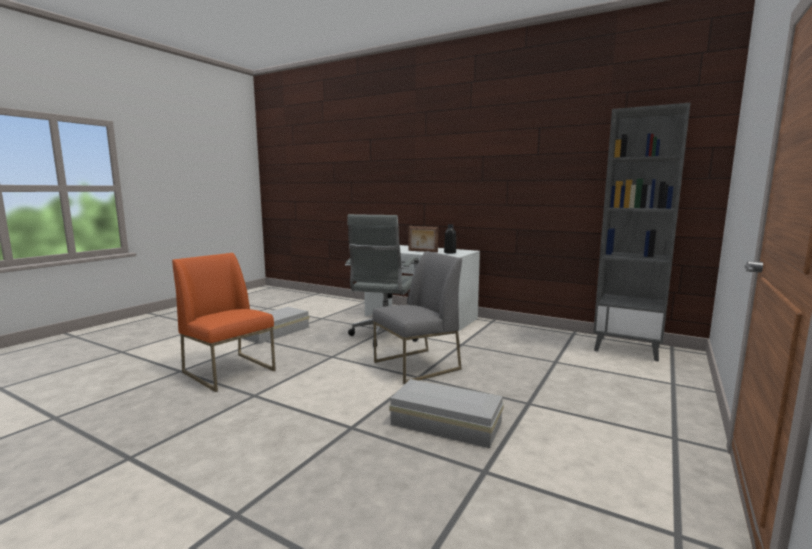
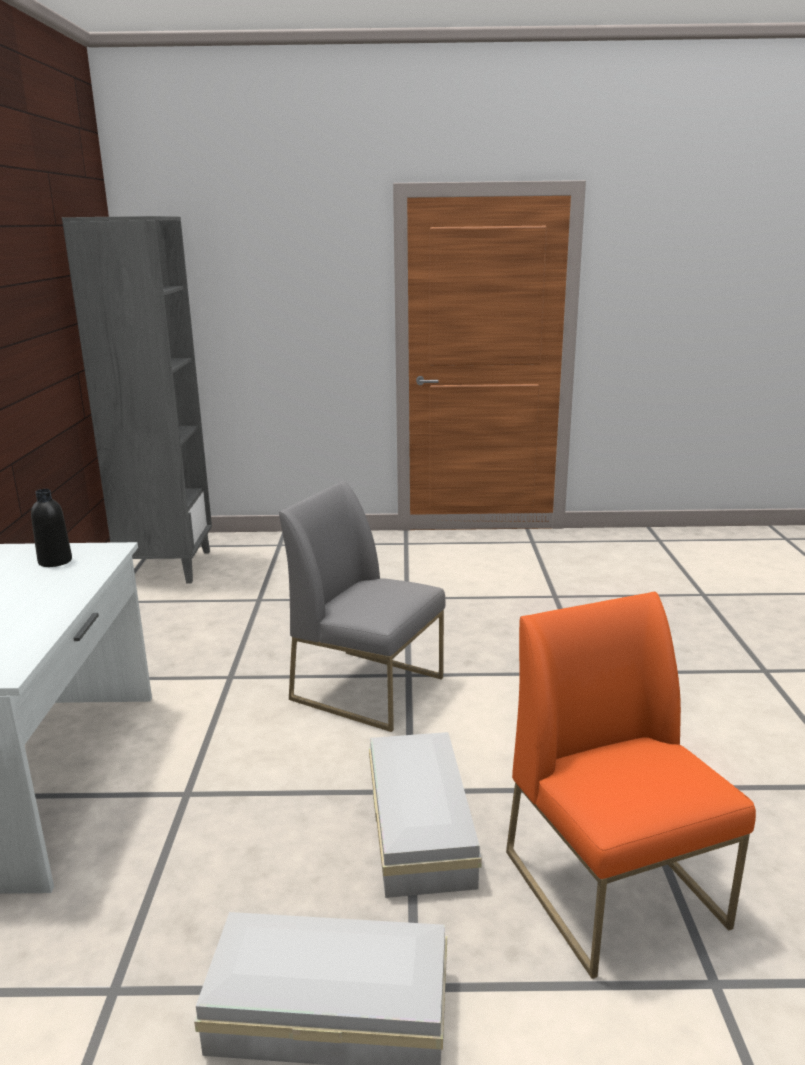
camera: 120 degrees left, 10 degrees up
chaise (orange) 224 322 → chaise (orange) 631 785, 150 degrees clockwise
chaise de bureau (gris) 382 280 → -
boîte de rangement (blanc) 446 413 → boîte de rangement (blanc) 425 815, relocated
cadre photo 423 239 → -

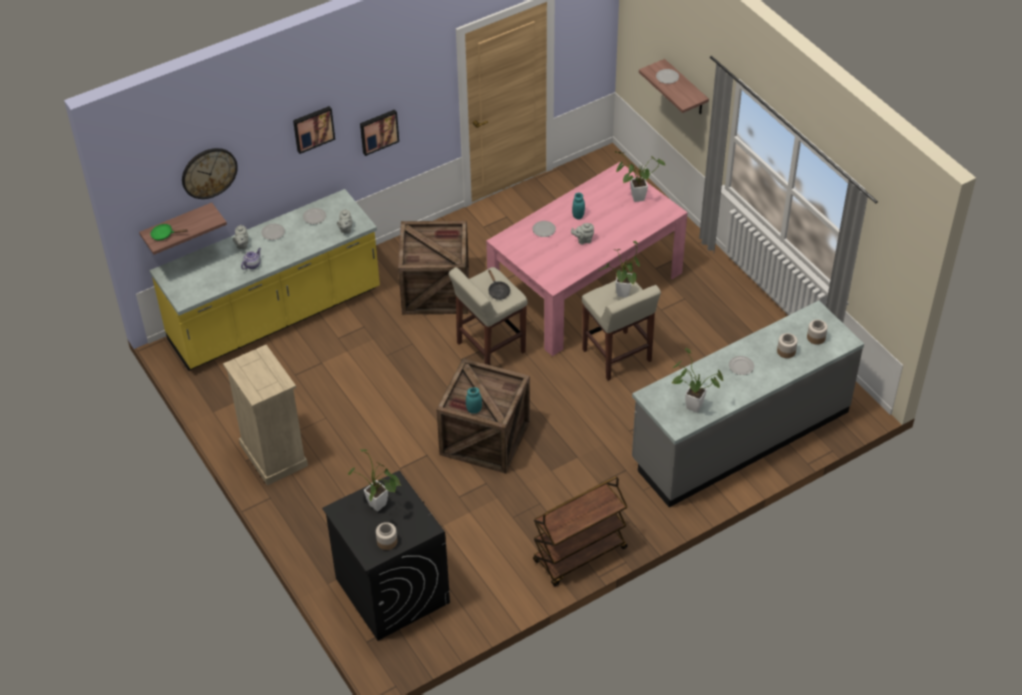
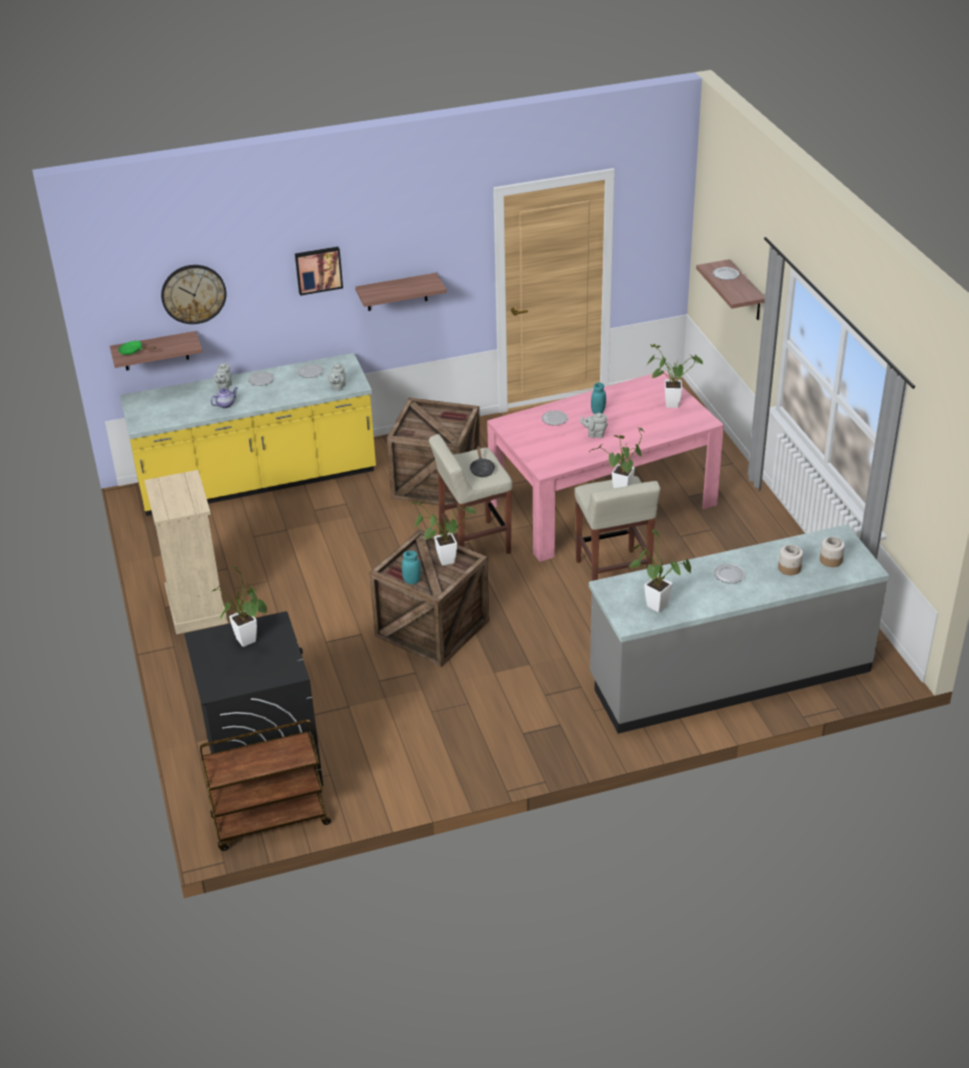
camera: 15 degrees right, 10 degrees down
tableau 379 132 → étagère 401 292
bocal 386 536 → -
chariot (marron) 580 531 → chariot (marron) 265 785, relocated
- → plante en pot 444 534

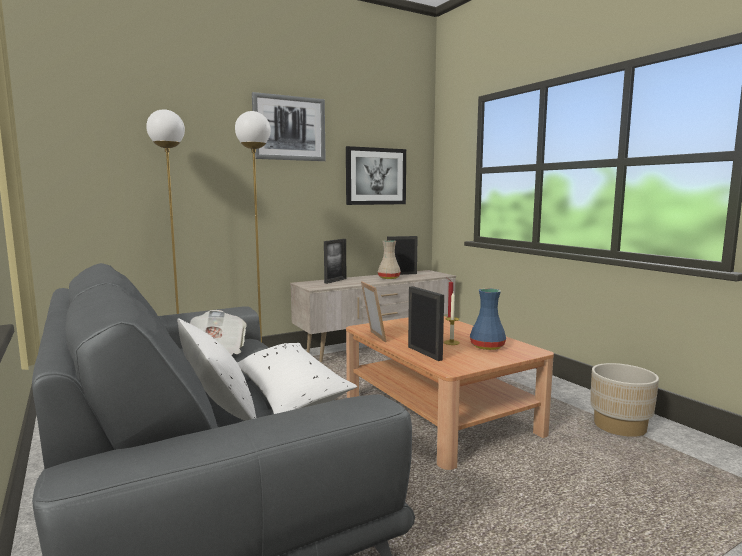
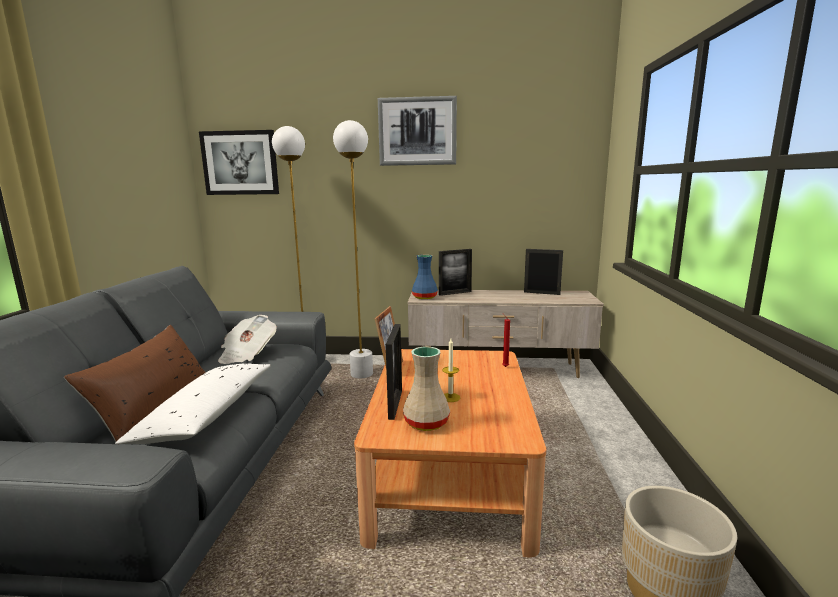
camera: 35 degrees right, 5 degrees up
coussin (blanc) 216 369 → coussin (marron) 135 383
tableau 376 175 → tableau 239 162, relocated
vase (beige) 389 259 → vase (beige) 426 388, relocated
vase (bleu) 488 319 → vase (bleu) 425 277, relocated

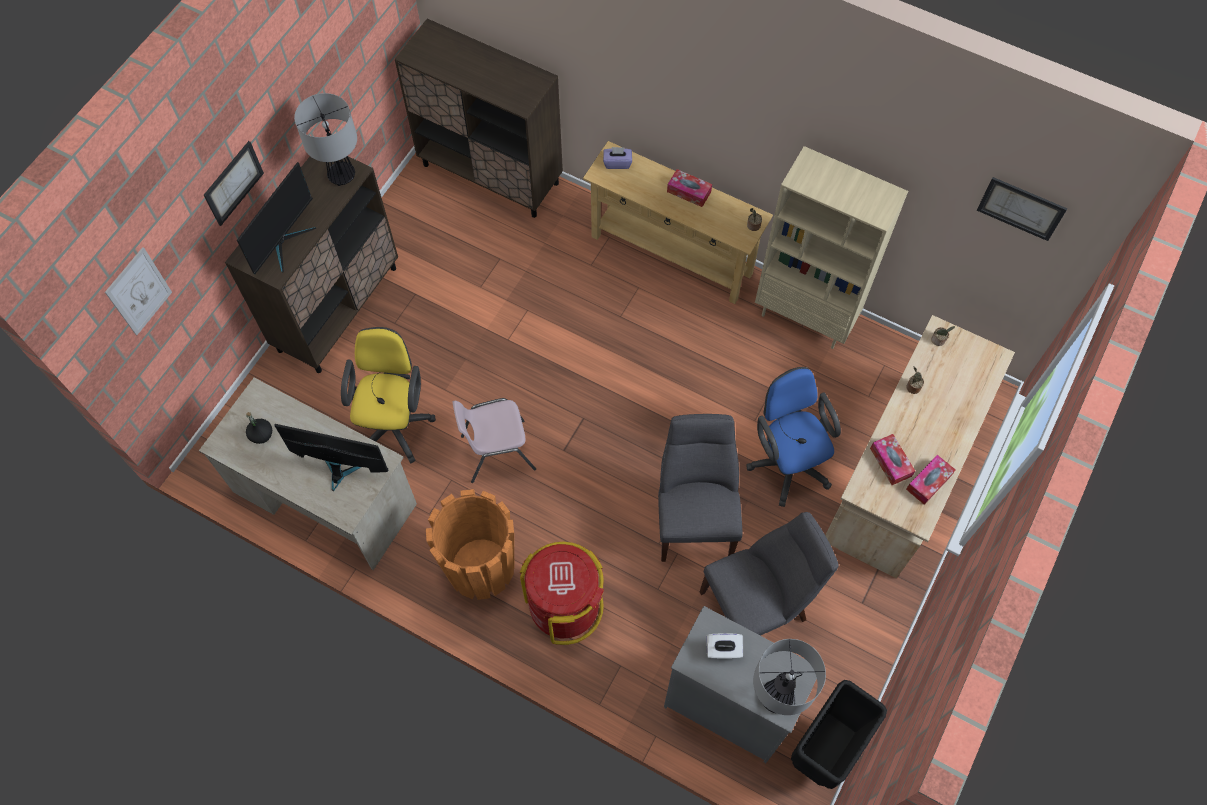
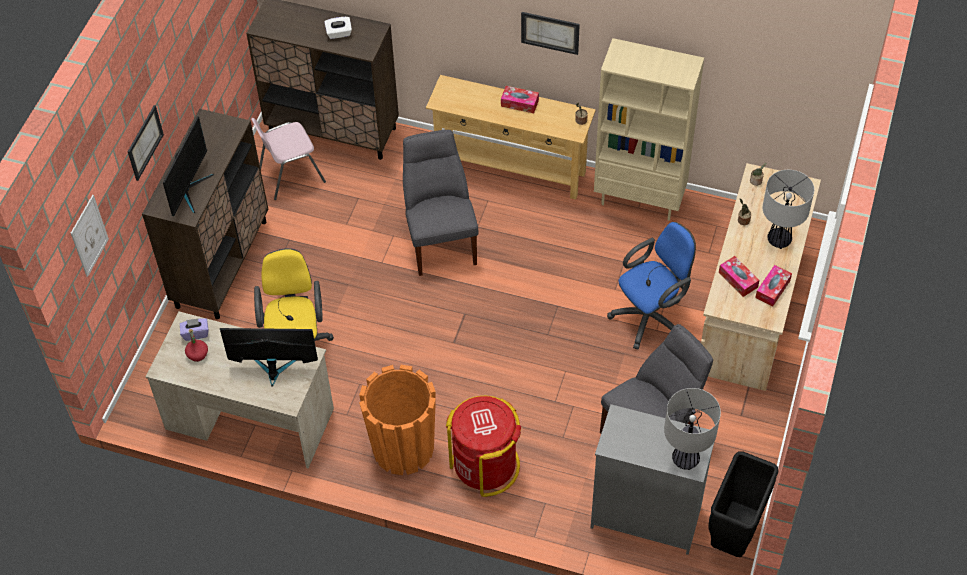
camera: 10 degrees left, 10 degrees down
bouteille (noir) 259 428 → bouteille (rouge) 196 345
lampe de table 325 139 → lampe de table 788 209, relocated
chaise (rose) 494 440 → chaise (rose) 288 159, relocated
boîte à mouchoirs (violet) 617 158 → boîte à mouchoirs (violet) 194 329, relocated
chaise (gris) 700 488 → chaise (gris) 441 203, relocated
boîte à mouchoirs (blanc) 724 646 → boîte à mouchoirs (blanc) 338 28, relocated
chaise de bureau (bleu) 793 437 → chaise de bureau (bleu) 651 286, 90 degrees clockwise
tableau 1022 209 → tableau 550 33, relocated

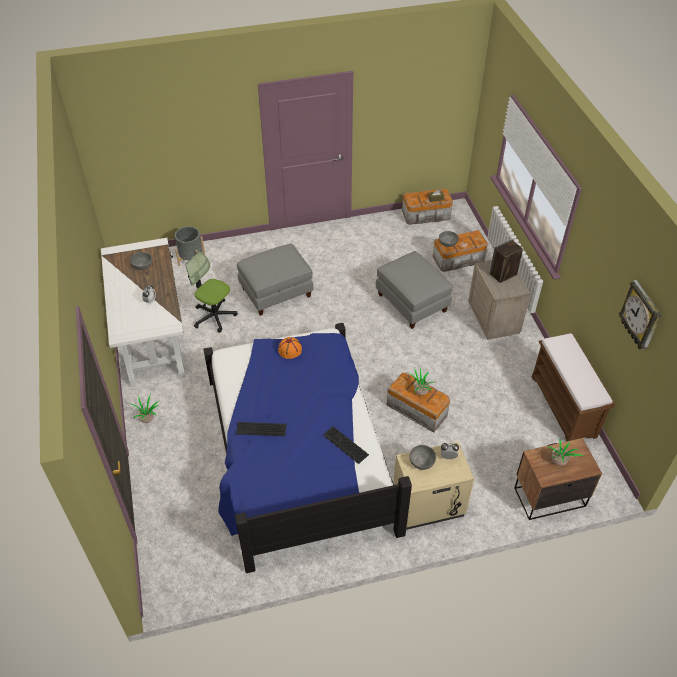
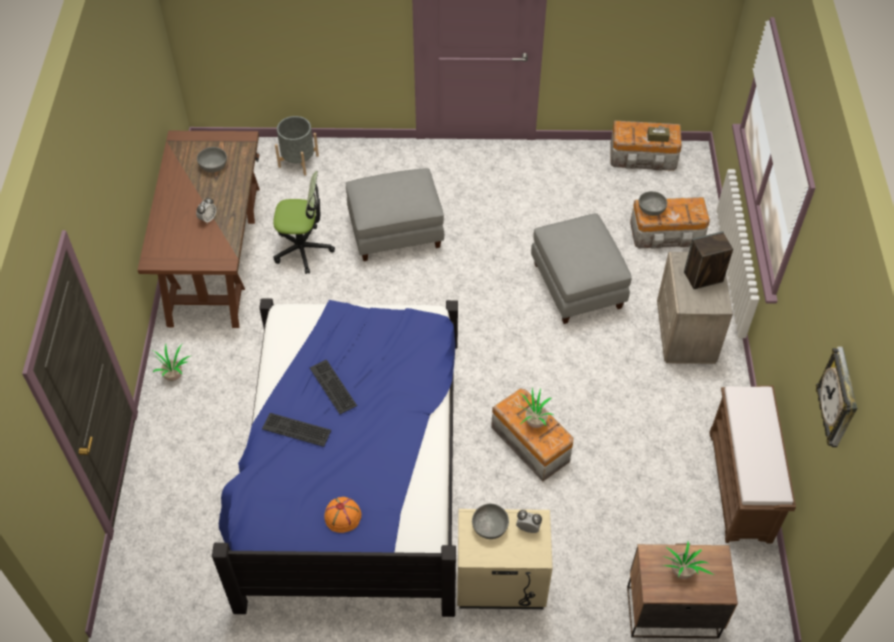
camera: 15 degrees right, 5 degrees up
bureau (blanc) 143 313 → bureau (marron) 199 229
chaise de bureau 212 292 → chaise de bureau 304 222, 135 degrees clockwise
chapeau (orange) 290 348 → chapeau (orange) 343 515, relocated
clavier 346 445 → clavier 333 386, relocated

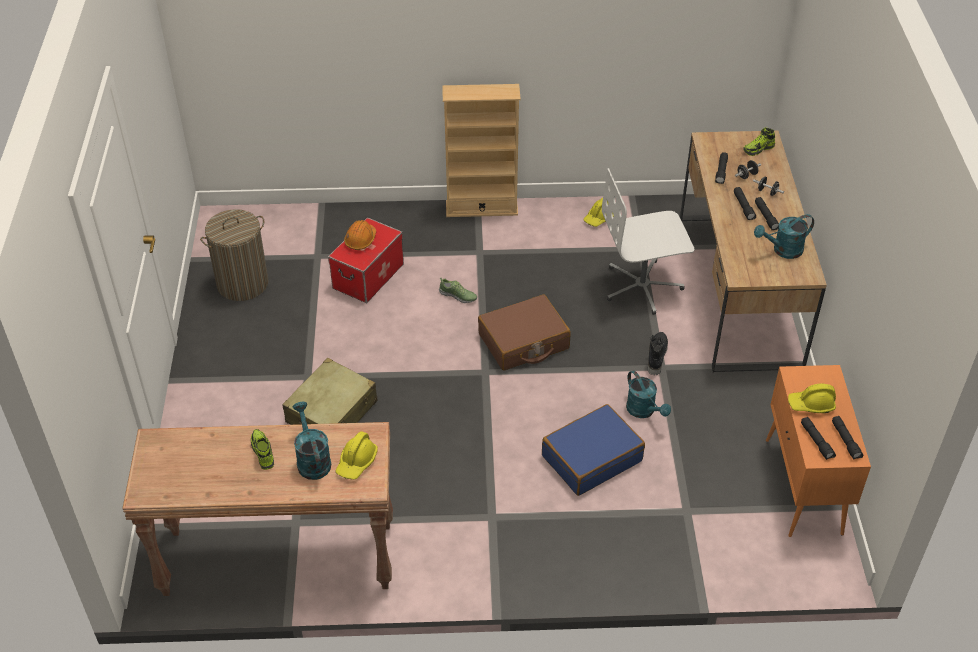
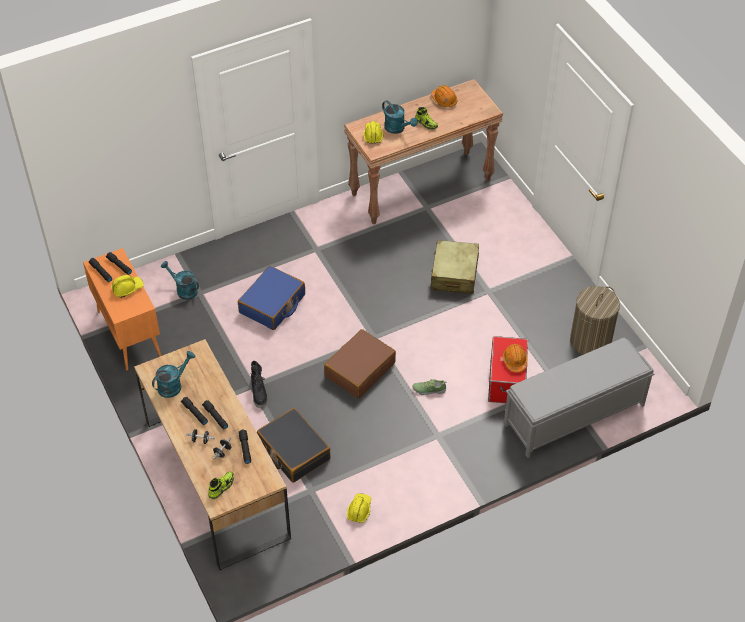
camera: 155 degrees right, 5 degrees up
bibliothèque (beige) 481 150 → -
chaise de bureau (blanc) 648 241 → valise (noir) 293 445
arrosoir (turquoise) 648 394 → arrosoir (turquoise) 180 280, relocated
- → casque de chantier (orange) 444 96
- → banc (gris) 579 398

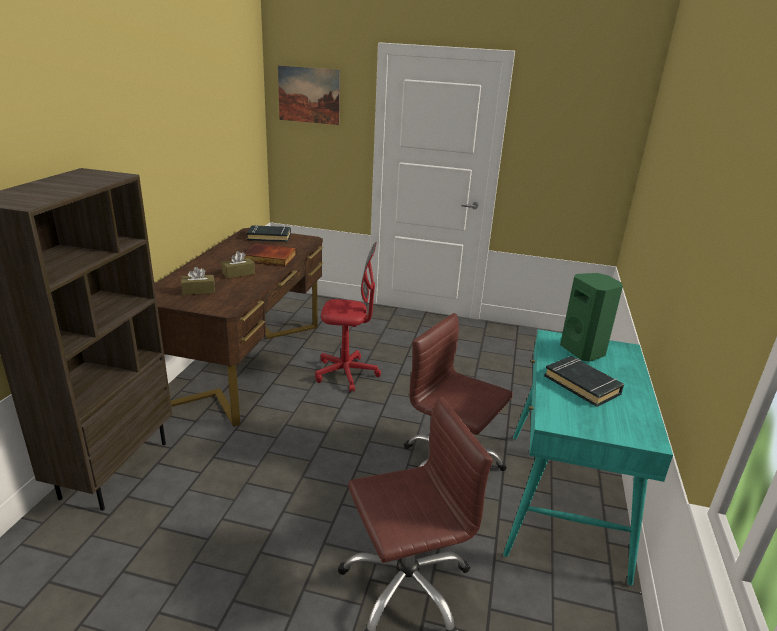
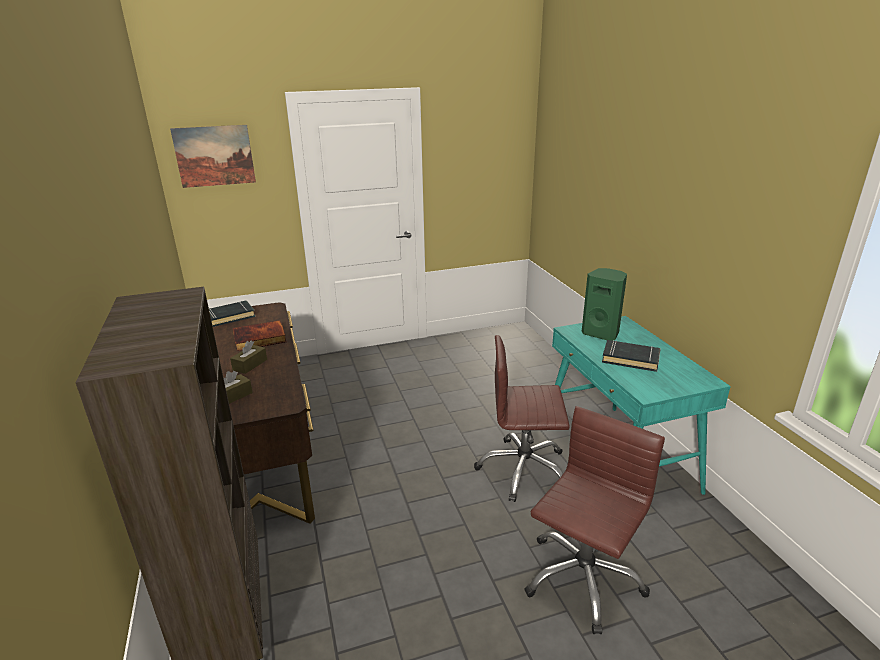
camera: 30 degrees left, 0 degrees up
chaise de bureau (rouge) 348 317 → -

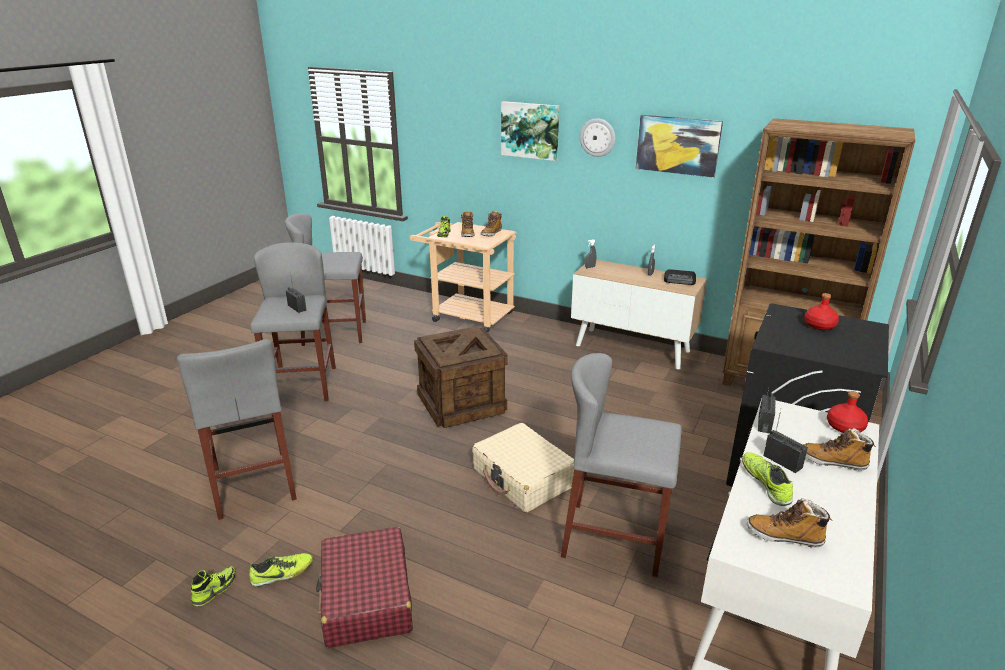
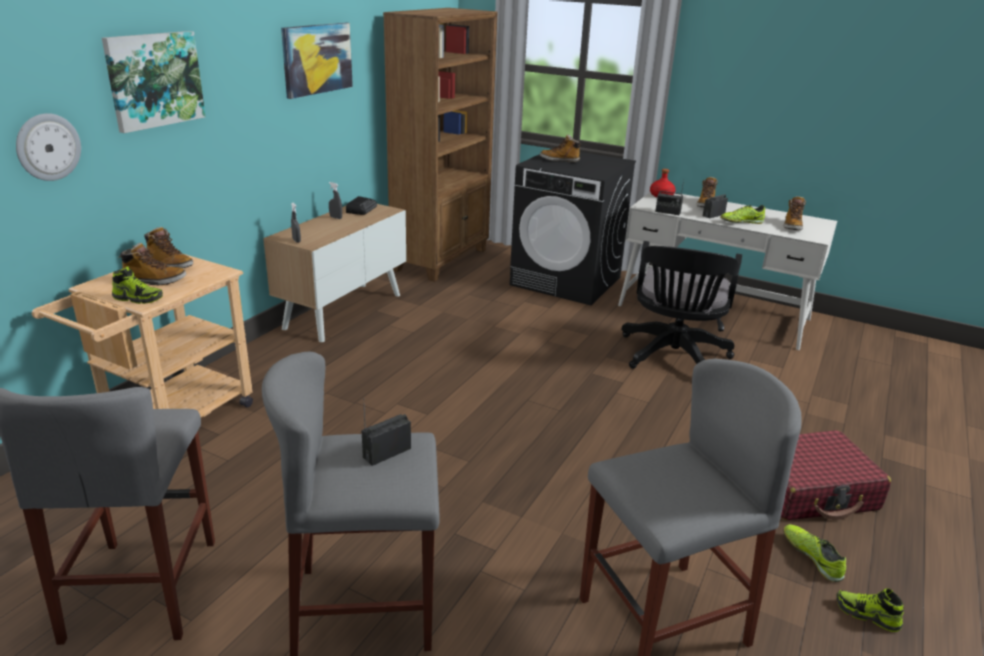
camera: 90 degrees left, 0 degrees up
caisse 460 377 → -
valise (beige) 523 468 → -
tabouret (gris) 621 465 → chaise de bureau (noir) 681 305
horloge murale 597 137 → horloge murale 48 147, relocated
bouteille (rouge) 821 311 → botte 561 149

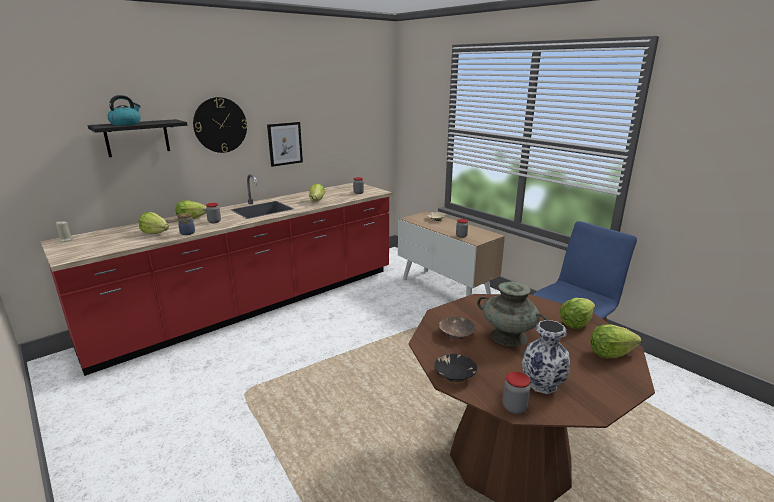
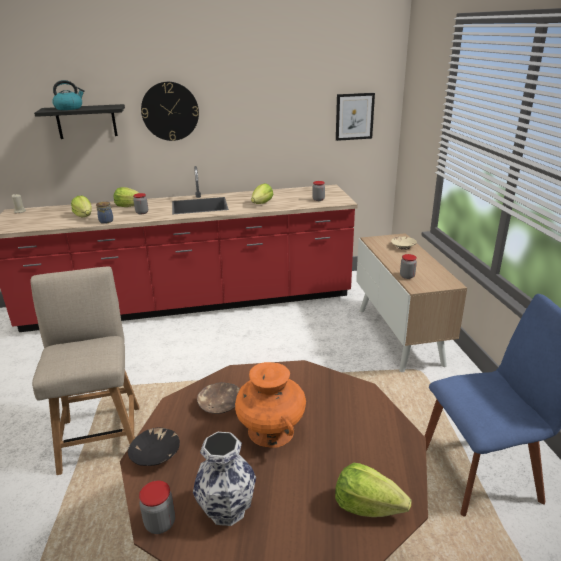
camera: 30 degrees right, 5 degrees up
tableau 285 144 → tableau 355 117, relocated
vase (turquoise) 512 314 → vase (orange) 270 405
laitue 577 313 → -
- → chaise (beige) 85 371

